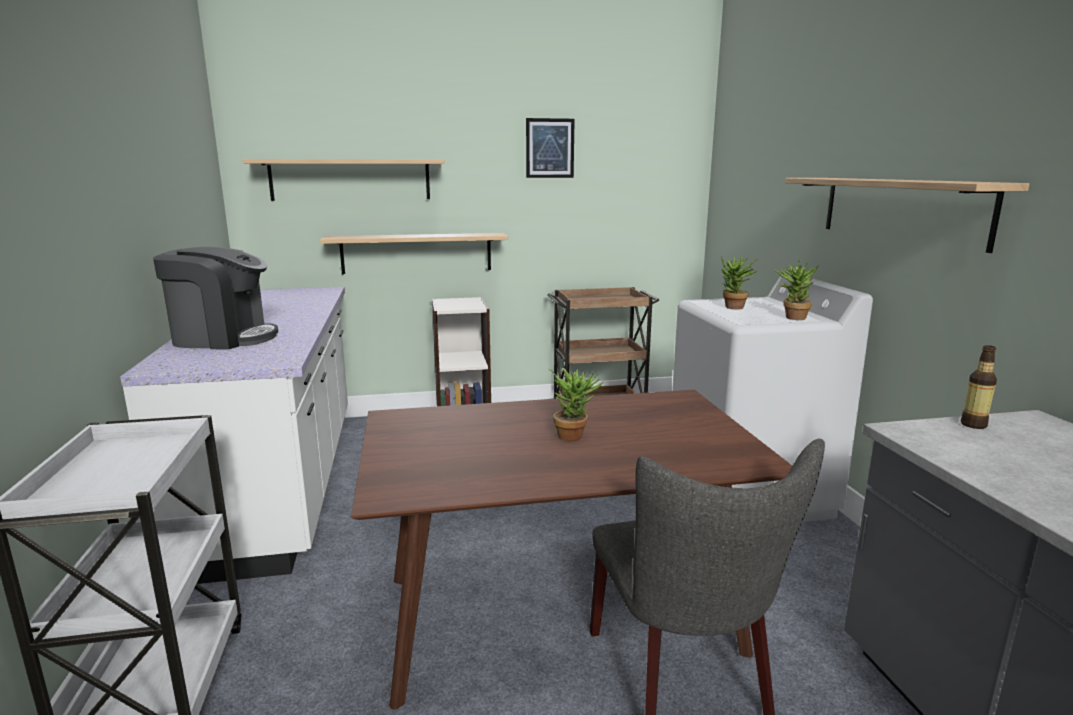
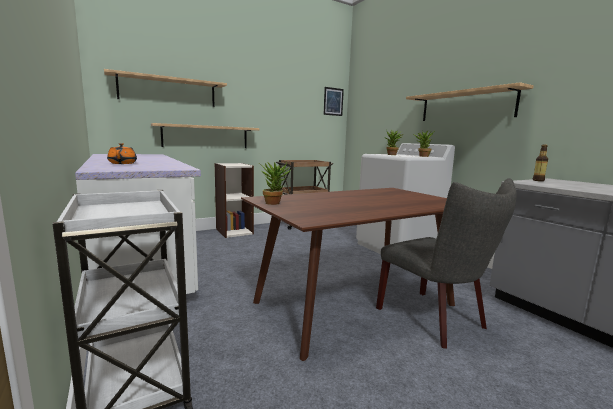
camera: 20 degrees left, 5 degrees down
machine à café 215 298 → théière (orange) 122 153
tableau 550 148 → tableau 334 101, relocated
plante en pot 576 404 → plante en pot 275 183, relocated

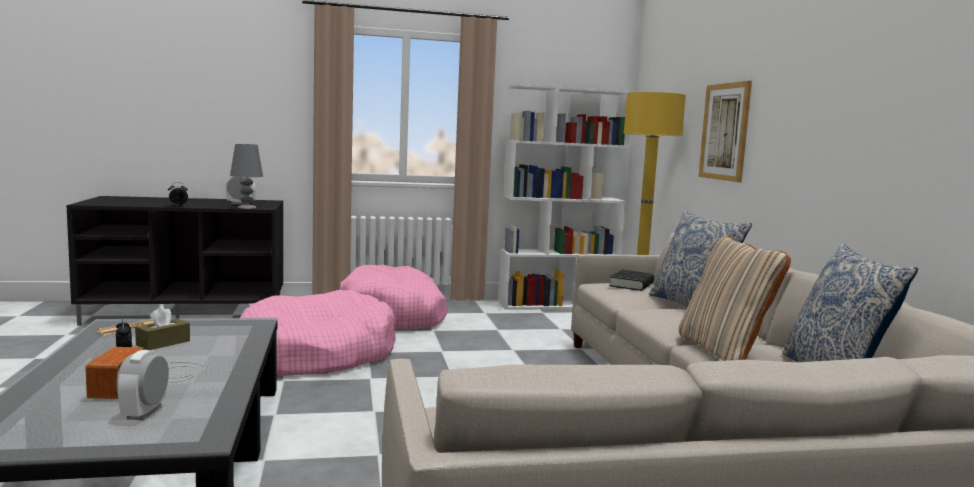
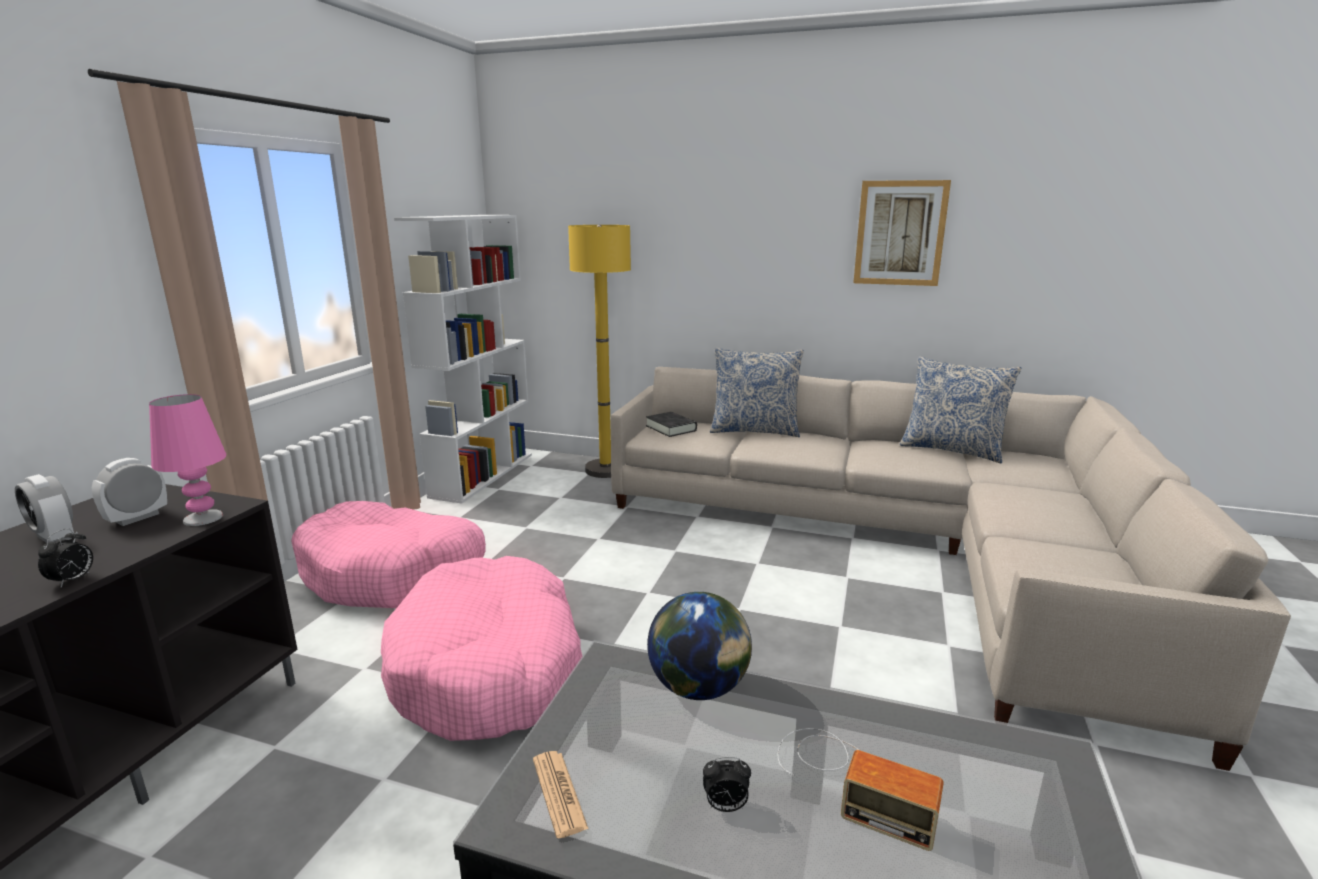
camera: 60 degrees left, 10 degrees up
réveil 142 385 → réveil 44 508, relocated
boîte à mouchoirs (marron) 162 328 → -
lampe de table (gris) 246 176 → lampe de table (rose) 187 460
coussin (beige) 735 298 → -
tableau 725 131 → tableau 902 233, relocated
- → globe 699 646

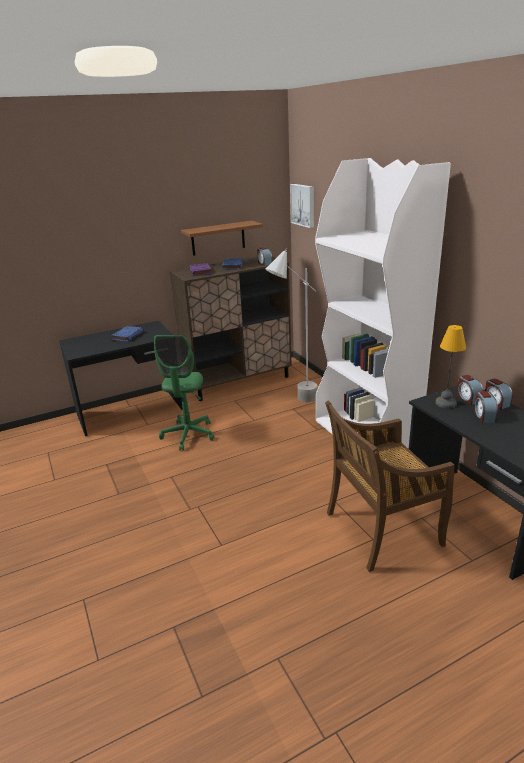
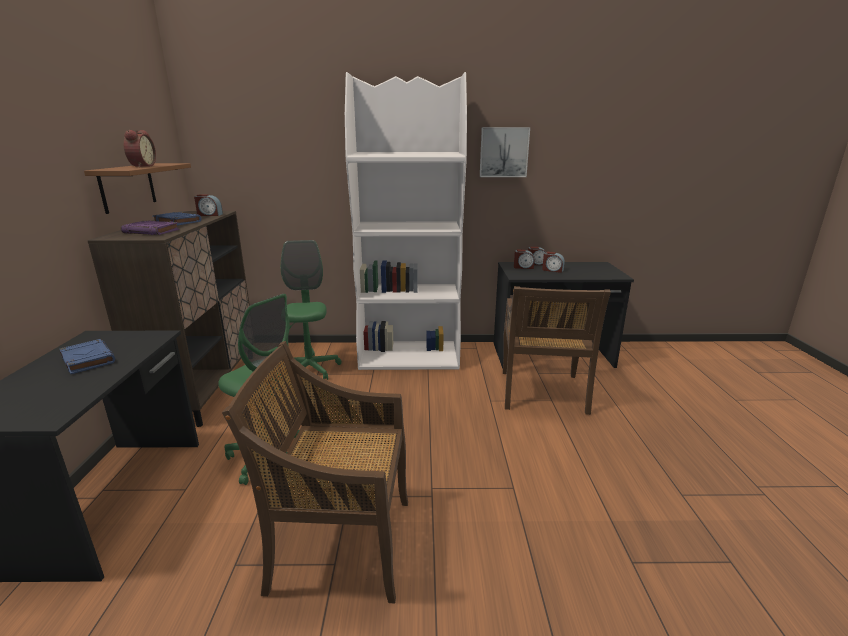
camera: 65 degrees left, 5 degrees down
lampadaire (gris) 291 325 → chaise de bureau (vert) 311 310
tableau 302 206 → tableau 505 152, relocated
lampe de table 450 367 → -
- → réveil 140 148
- → chaise (marron) 315 472

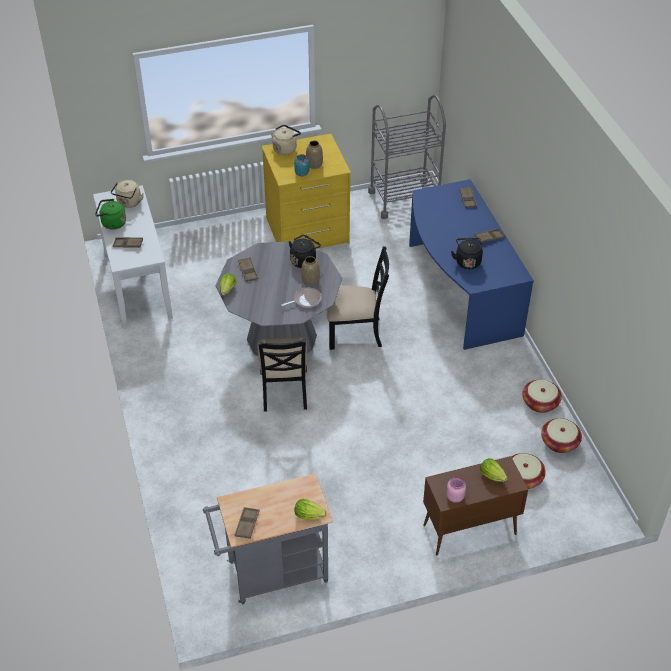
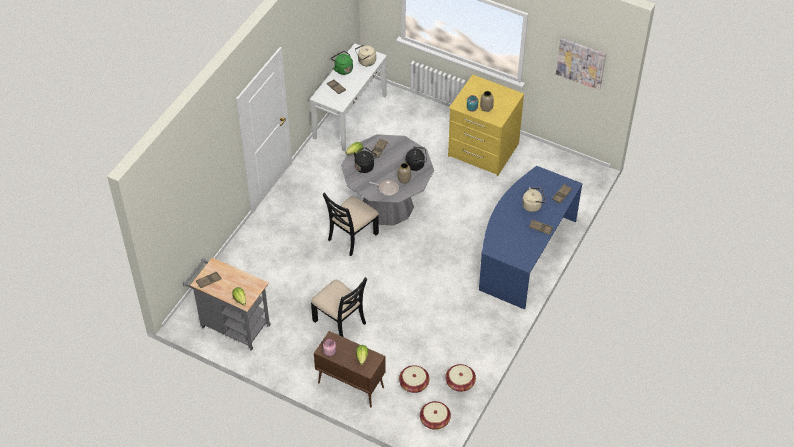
camera: 45 degrees right, 5 degrees up
bouilloire (beige) 286 140 → bouilloire (beige) 534 199, relocated
chaise (noir) 358 298 → chaise (noir) 339 307, relocated
chariot (gris) 407 157 → -
bouilloire (noir) 467 253 → bouilloire (noir) 366 160, relocated
panier 542 396 → panier 435 415, relocated
- → tableau 581 64

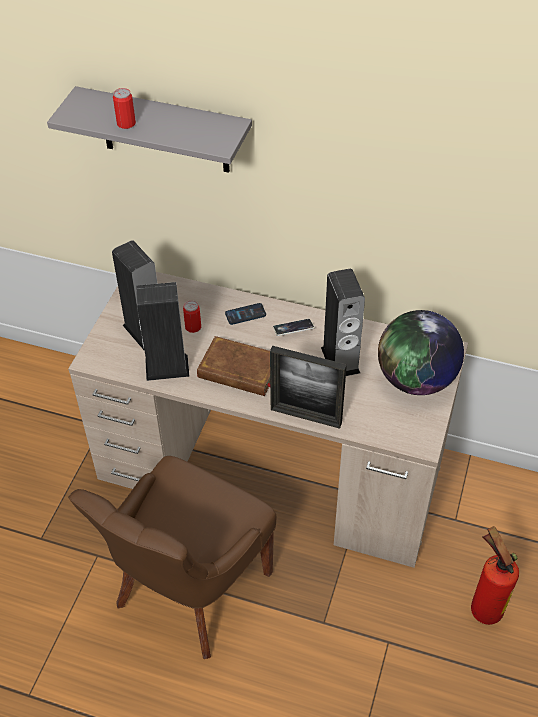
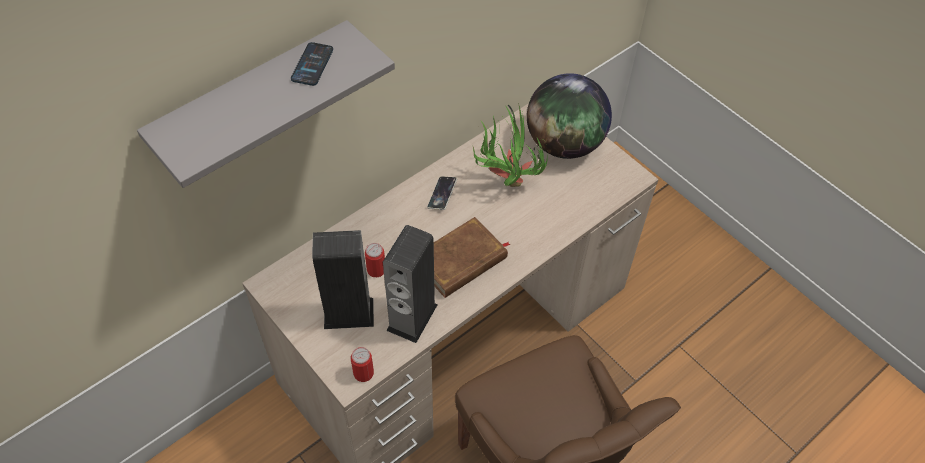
camera: 60 degrees left, 5 degrees up
boîte métallique 124 108 → boîte métallique 362 364, relocated
téléphone 245 314 → téléphone 312 64, relocated
cadre photo 308 387 → -
enceinte 343 322 → plante en pot 510 145
extincteur 495 575 → -

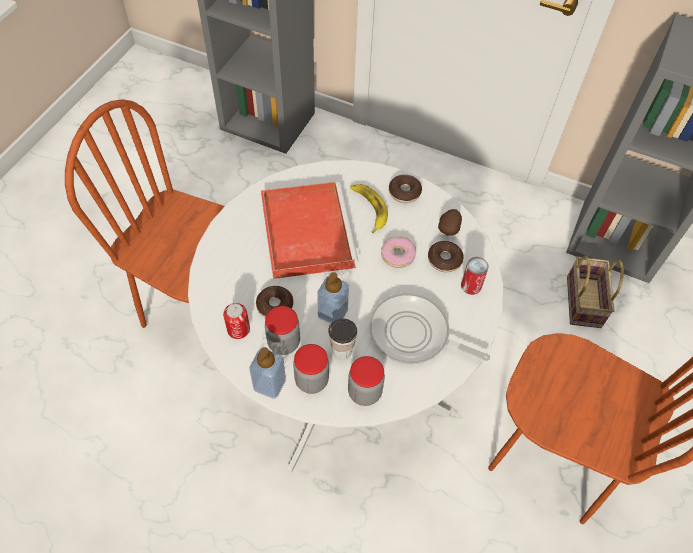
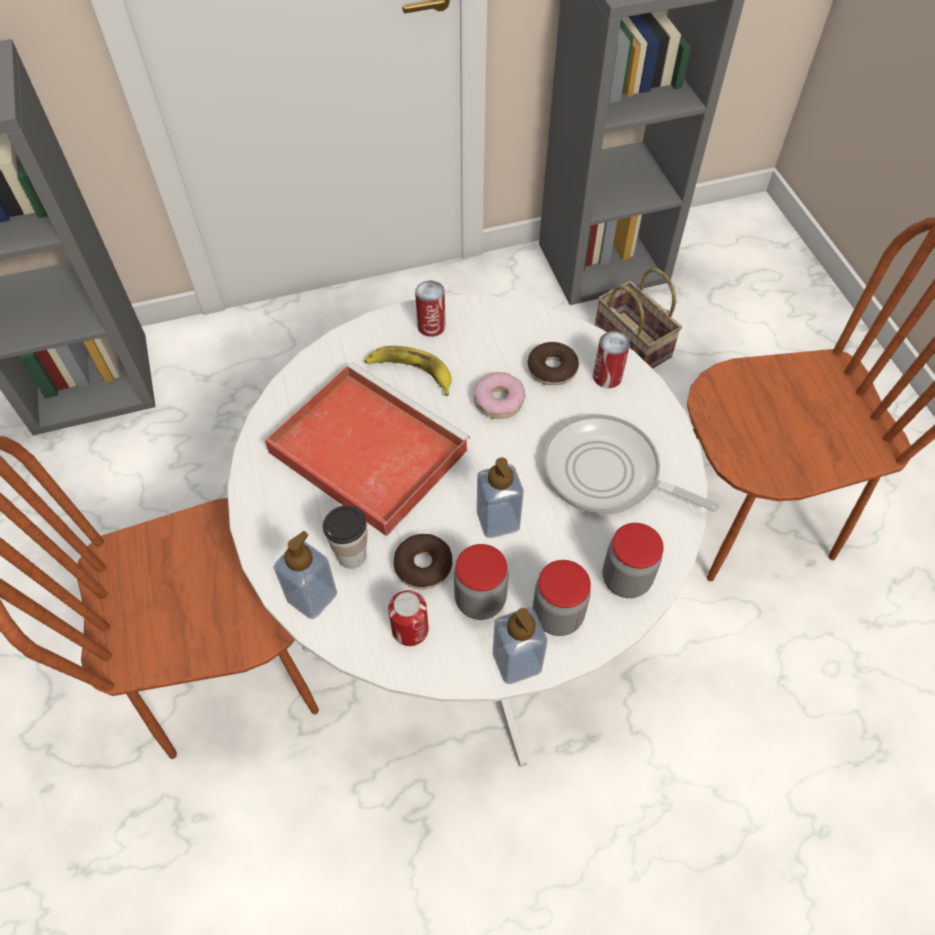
camera: 40 degrees left, 0 degrees up
tasse 342 339 → tasse 345 537, relocated
poêle 429 329 → poêle 631 464, 45 degrees clockwise
beignet 405 189 → boîte métallique 430 309
pomme de terre 450 222 → -
- → distributeur de savon 305 575

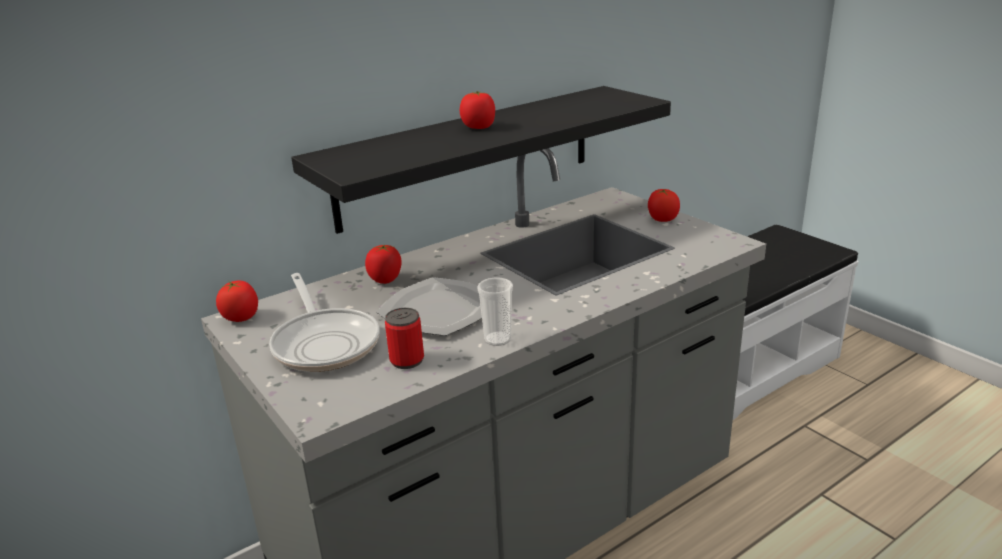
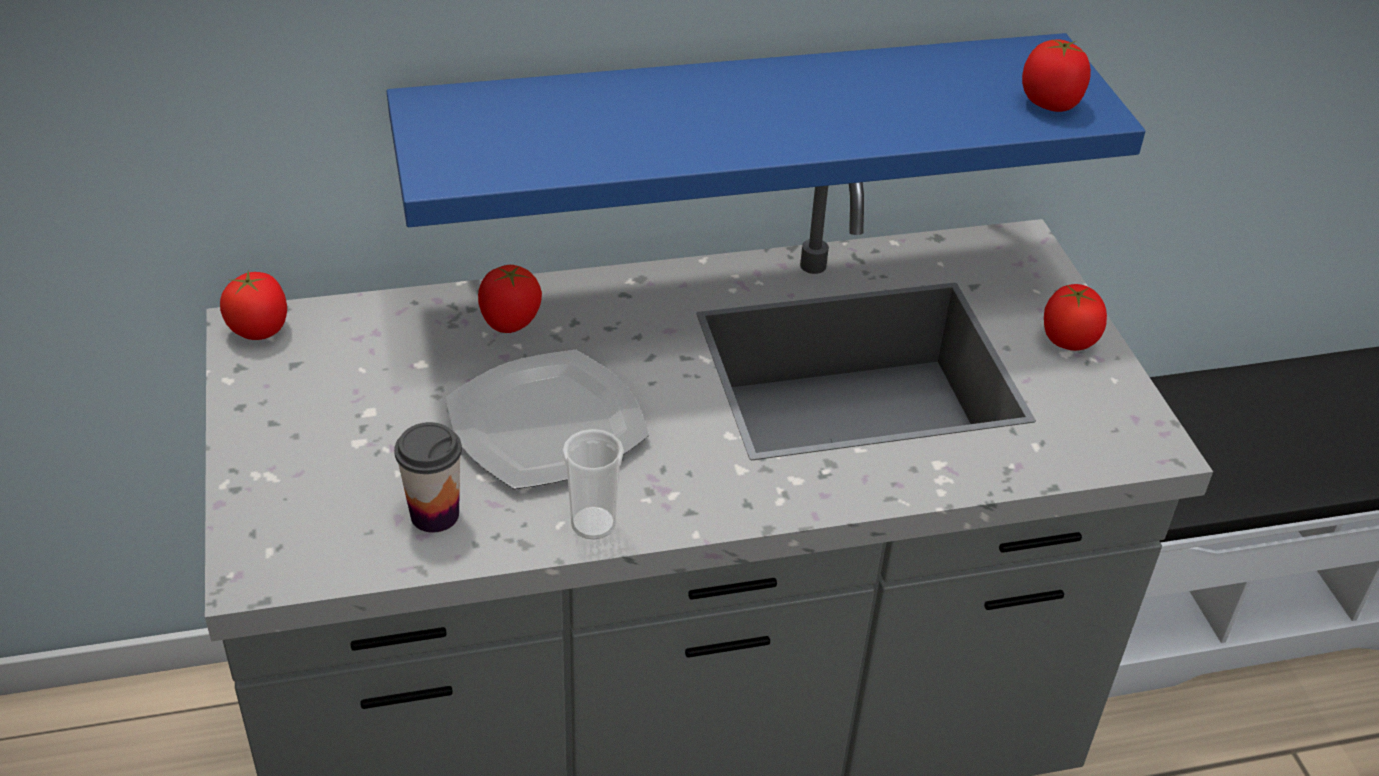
camera: 20 degrees right, 15 degrees up
poêle 324 322 → -
étagère (noir) 481 160 → étagère (bleu) 766 130
boîte métallique 404 338 → tasse 428 477
tomate 477 110 → tomate 1056 75, relocated

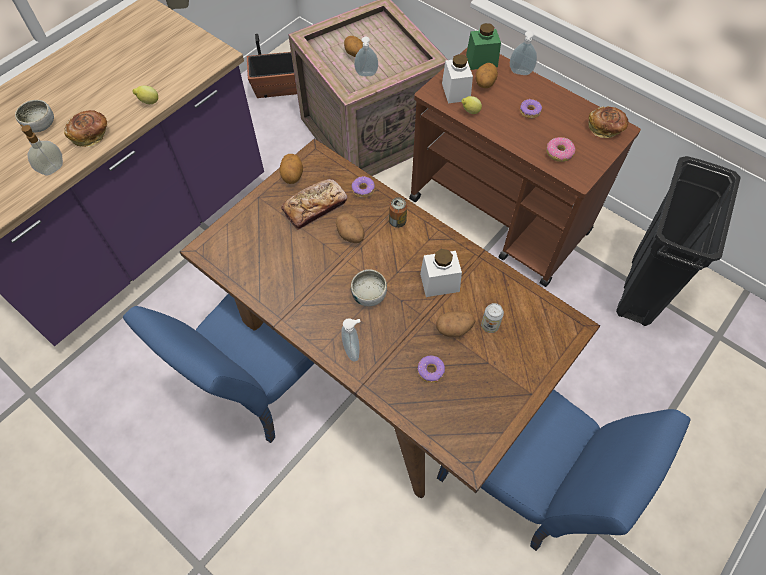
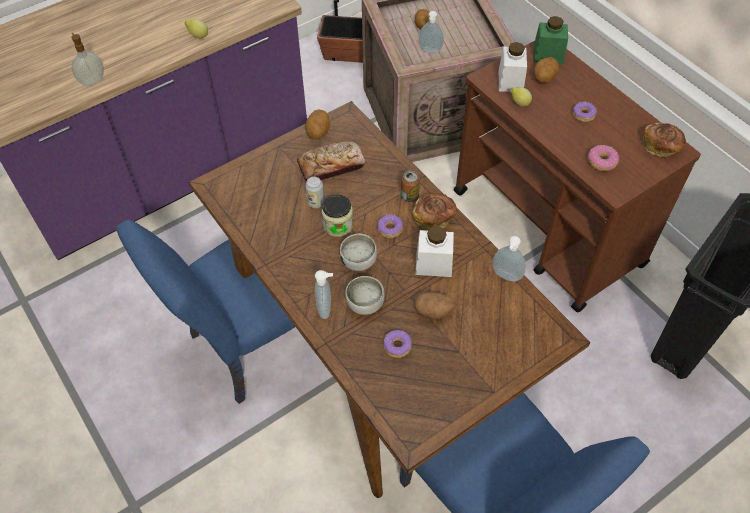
camera: 15 degrees right, 5 degrees down
bol 34 116 → bol 364 295, relocated
pain 85 128 → pain 434 212, relocated
pomme de terre 350 228 → -
beignet 363 187 → beignet 390 226, relocated
boîte métallique 492 318 → boîte métallique 314 192, relocated
distributeur de savon 523 53 → distributeur de savon 509 259, relocated
- → bocal 337 216

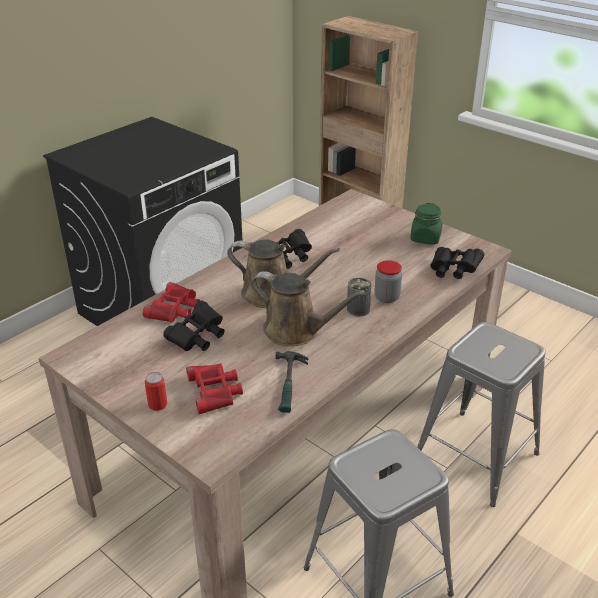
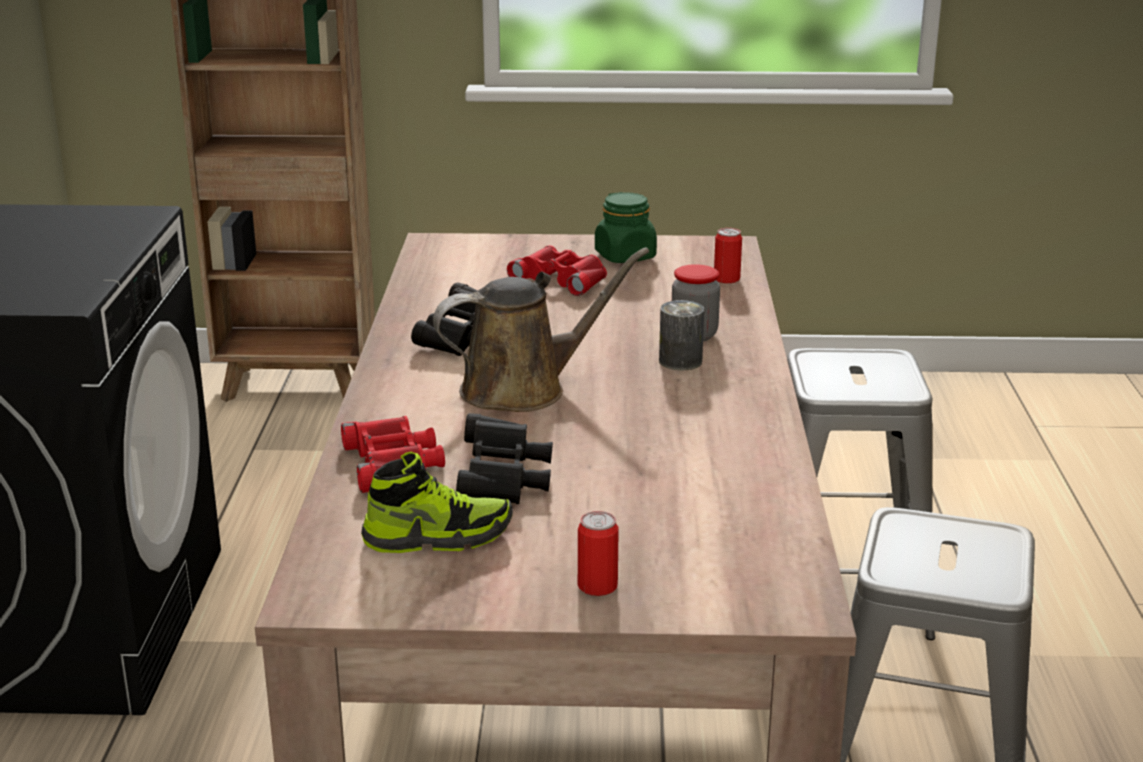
camera: 40 degrees left, 10 degrees down
jumelles (rouge) 214 388 → jumelles (rouge) 557 270, relocated
arrosoir (marron) 308 308 → -
marteau 291 382 → -
jumelles (noir) 457 263 → boîte métallique 728 255
- → chaussure 437 502

